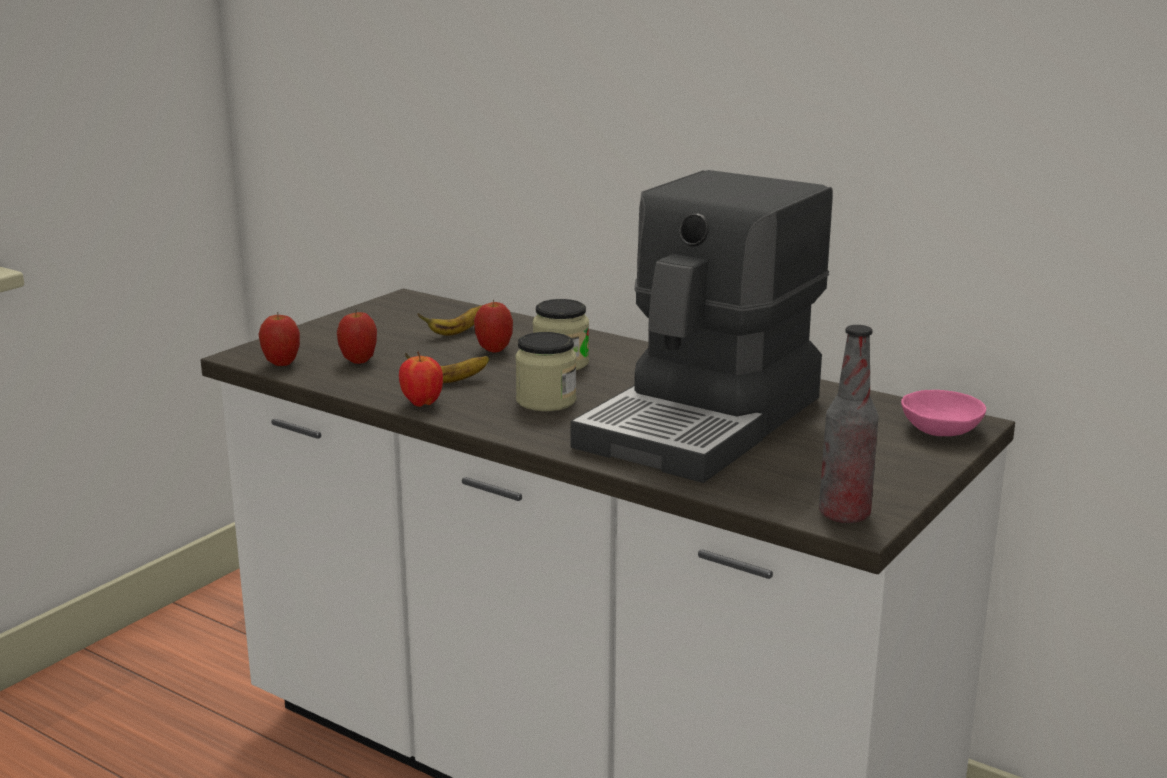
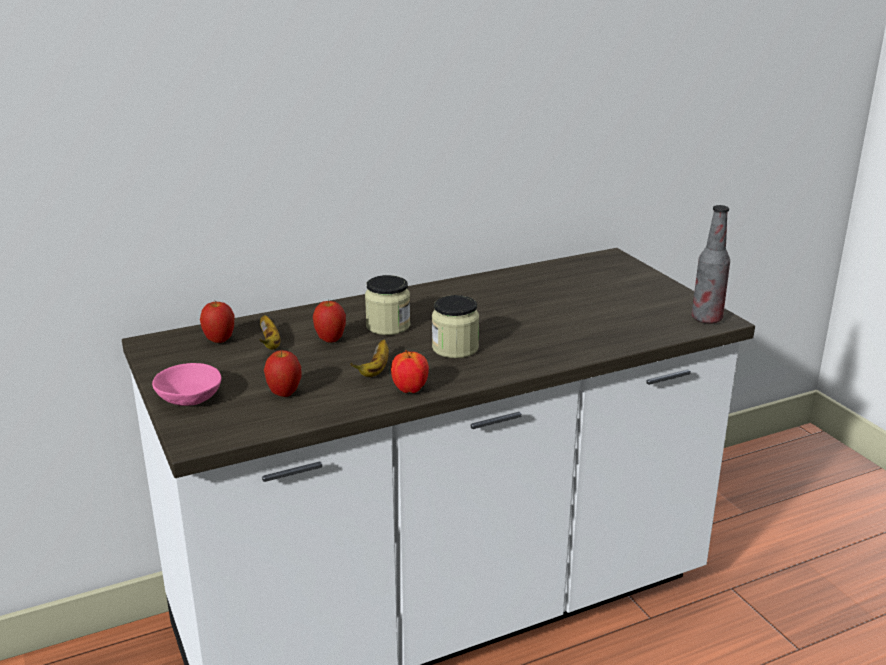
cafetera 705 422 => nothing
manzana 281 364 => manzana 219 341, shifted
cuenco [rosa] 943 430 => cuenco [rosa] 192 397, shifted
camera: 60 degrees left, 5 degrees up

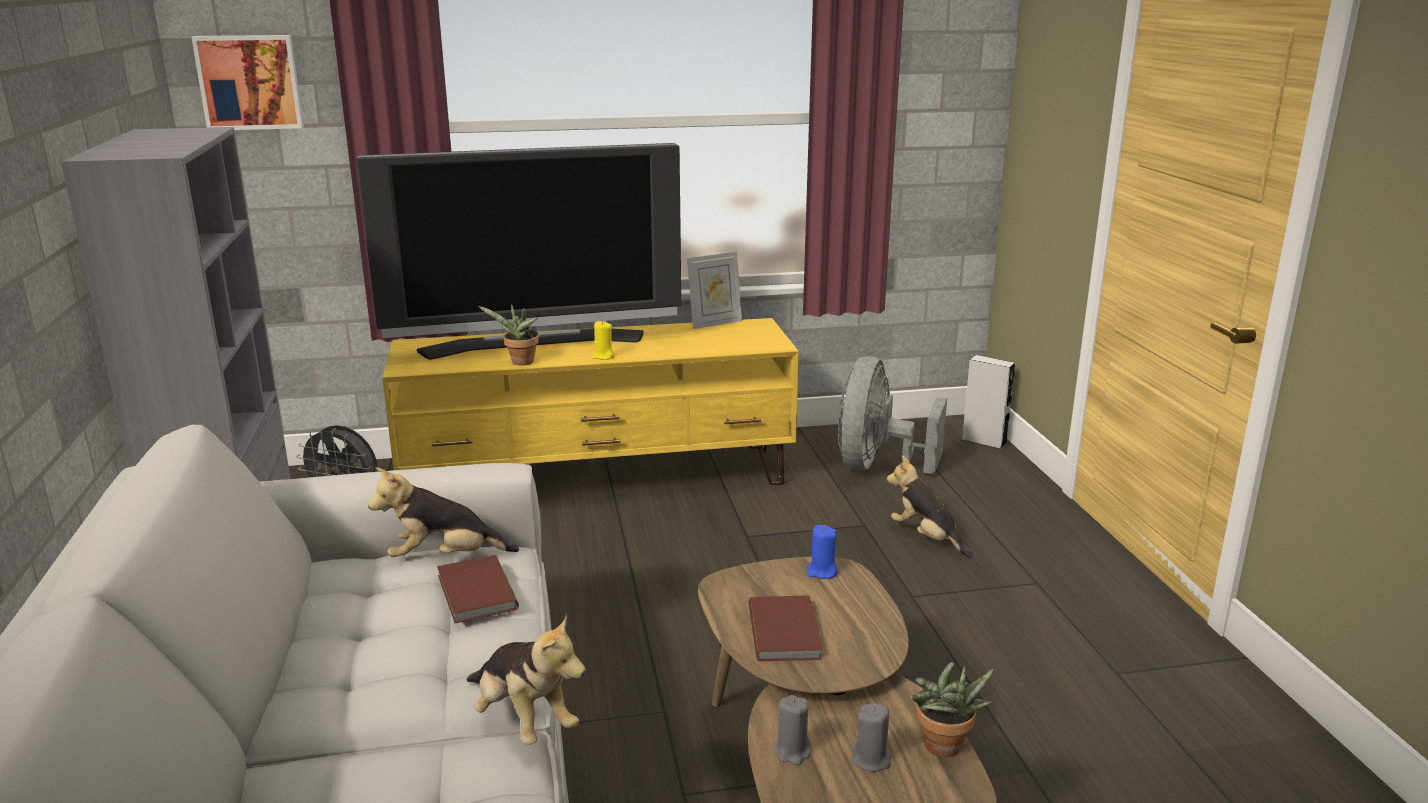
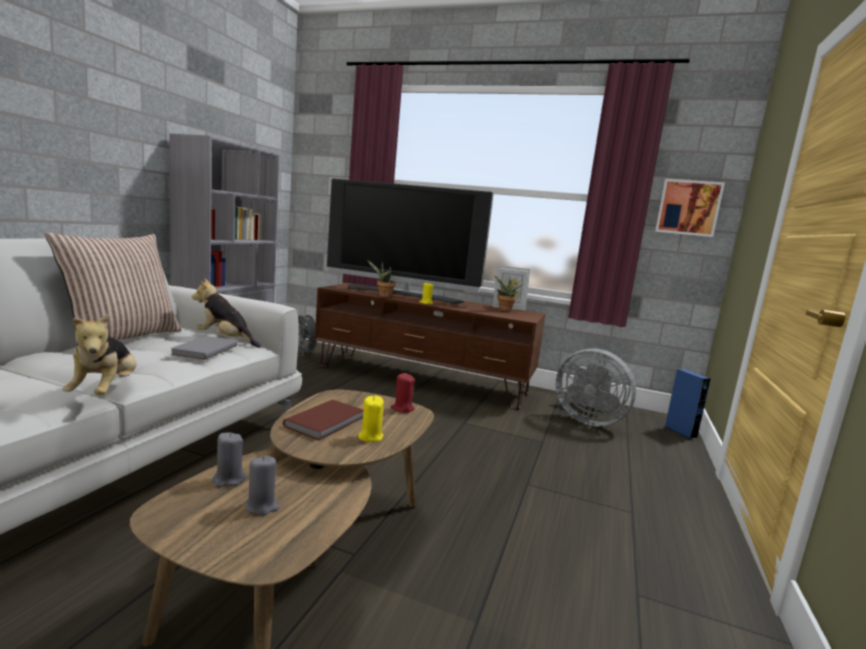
peluche 926 537 => nothing
nothing => cojín 122 337
nothing => vela [amarillo] 370 437
cuadro 250 82 => cuadro 688 208, shifted
planta en maceta 944 749 => planta en maceta 504 310, shifted
mueble de televisión [amarillo] 600 479 => mueble de televisión [marrón] 422 379
libro [marrón] 474 593 => libro [gris] 203 350
vela [azul] 822 572 => vela [rojo] 402 409
altavoz [gris] 984 442 => altavoz [azul] 680 432
ventilador [gris] 877 465 => ventilador [gris] 588 420, 105 degrees counterclockwise
camera: 30 degrees right, 10 degrees down

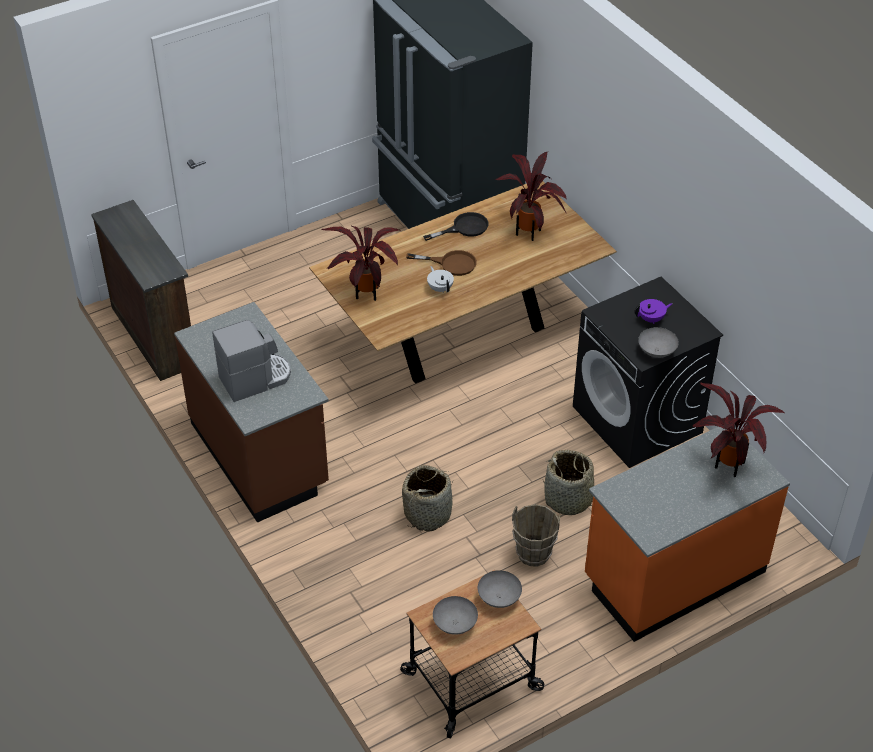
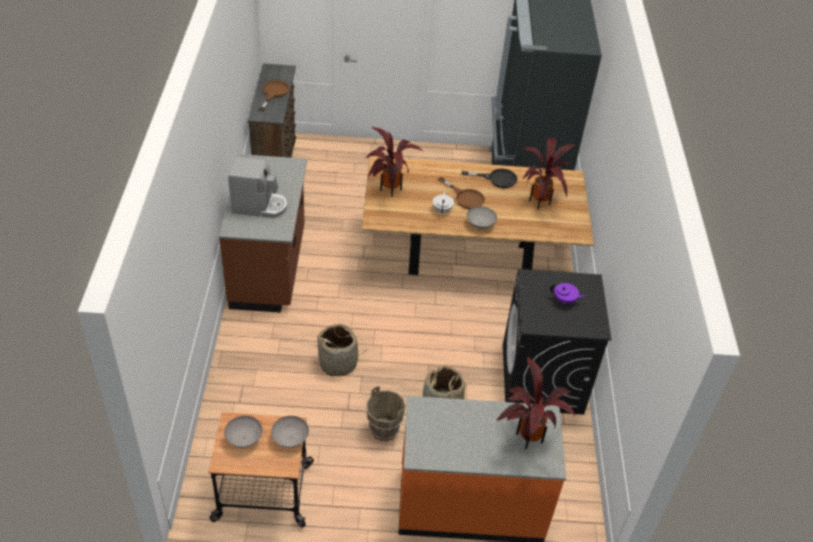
nothing => sartén [marrón] 274 93
cuenco [gris] 656 352 => cuenco [gris] 480 224, shifted
camera: 30 degrees right, 0 degrees up

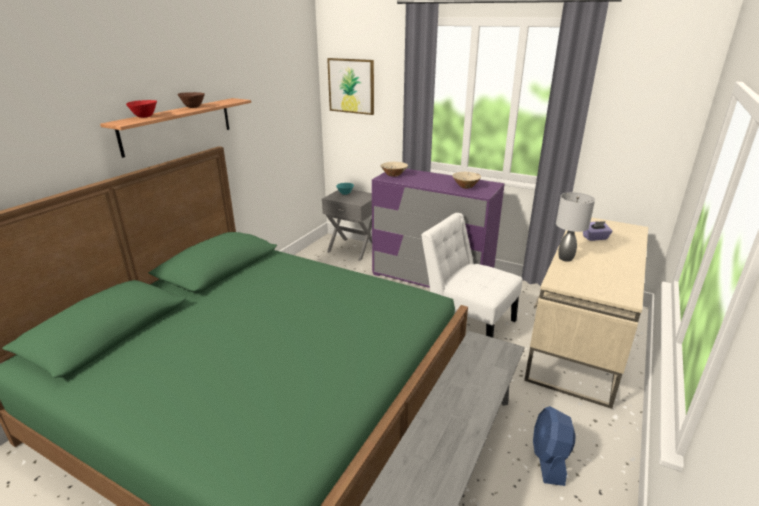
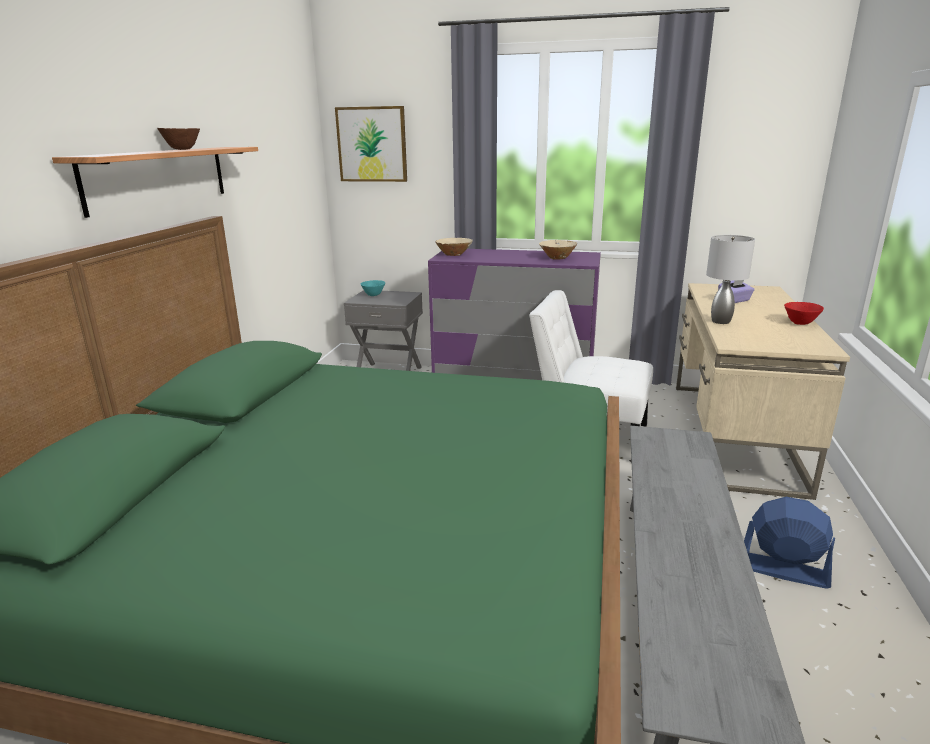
cuenco [rojo] 144 117 => cuenco [rojo] 800 323, shifted
ventilador [azul] 549 460 => ventilador [azul] 783 570, 120 degrees clockwise
camera: 15 degrees left, 5 degrees down

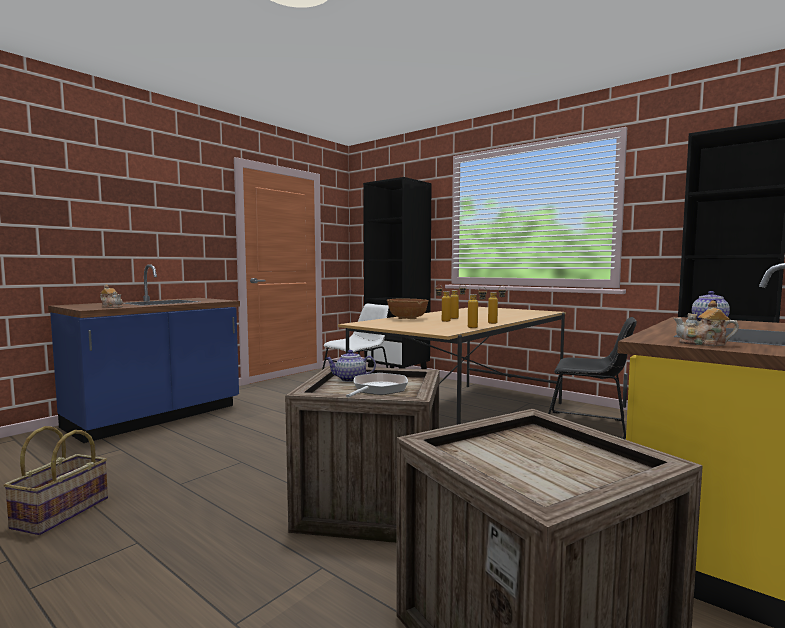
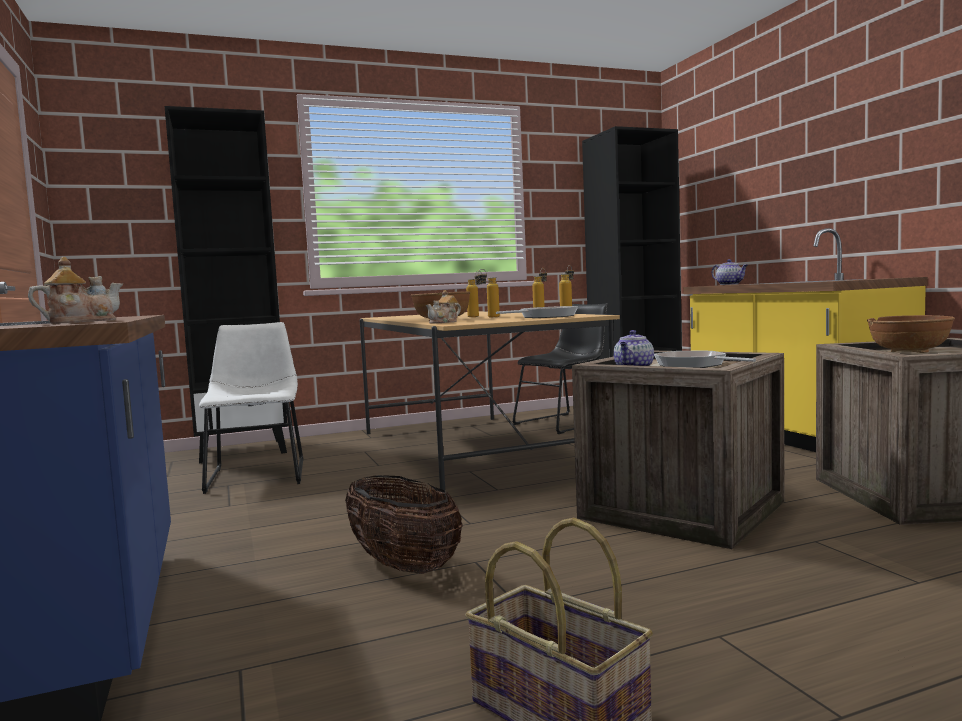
nothing => cesta 403 565
nothing => sartén 544 317
nothing => cuenco [marrón] 909 352
tetera 703 344 => tetera 444 322, shifted
camera: 60 degrees left, 0 degrees up

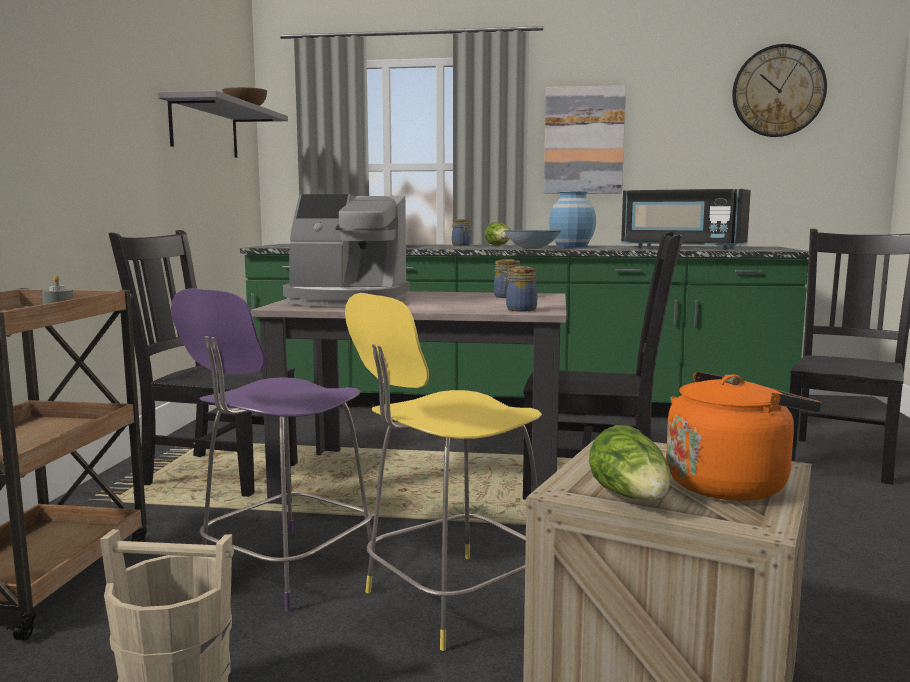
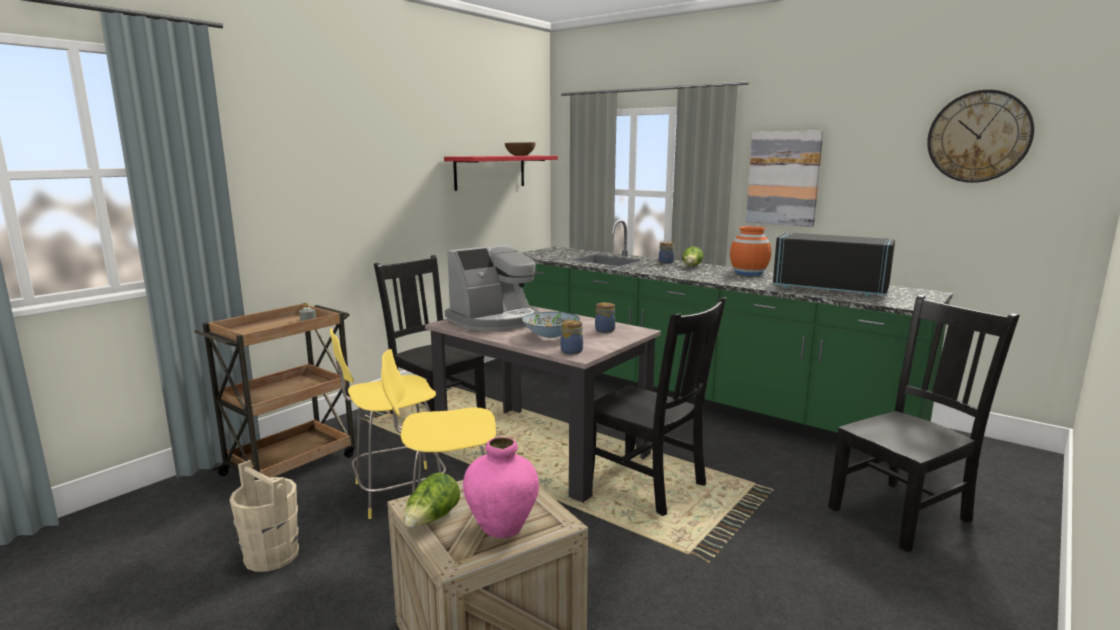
cuenco 532 248 => cuenco 551 335, shifted
hervidor [naranja] 730 484 => florero [rosa] 502 527
estante [gris] 204 129 => estante [rojo] 490 172
taburete [morado] 284 570 => taburete [amarillo] 395 492
florero [azul] 572 246 => florero [naranja] 749 273
cafetera 346 300 => cafetera 495 320, 75 degrees counterclockwise
microondas [negro] 682 248 => microondas [negro] 830 289, 150 degrees clockwise
camera: 30 degrees right, 5 degrees up

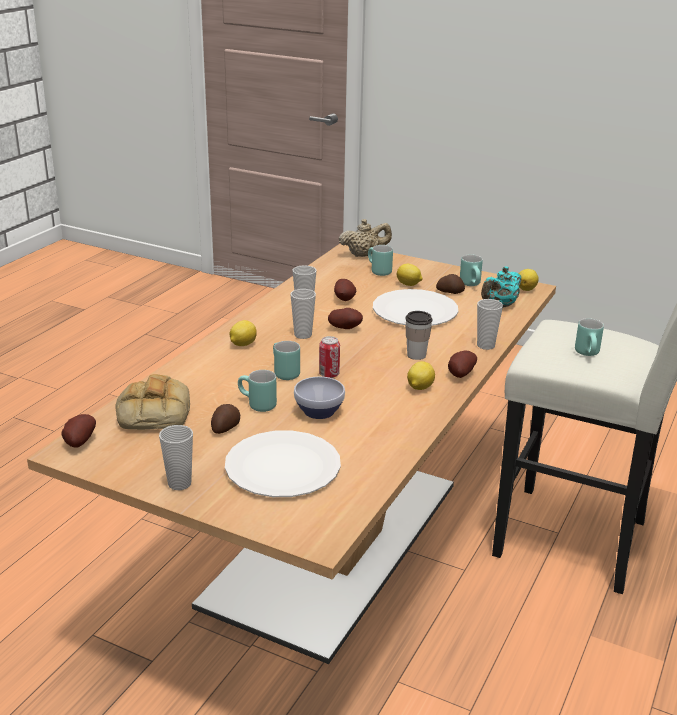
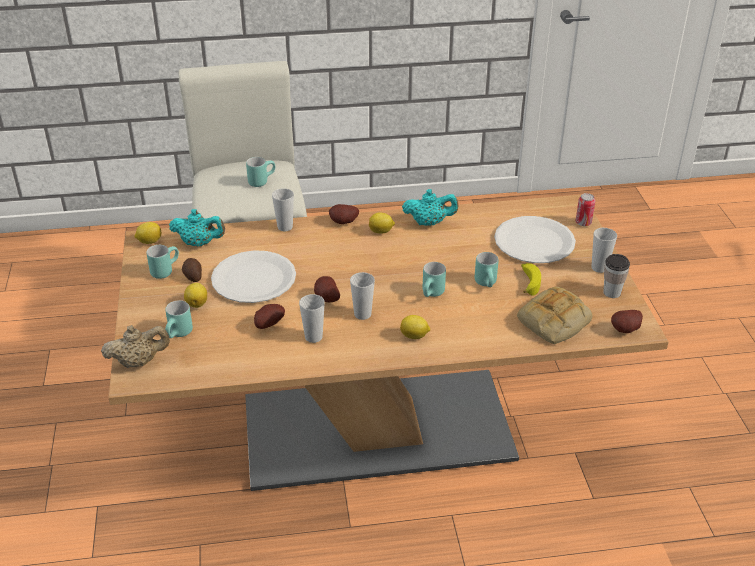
cuenco 318 411 => nothing
nothing => tetera [turquesa] 429 223
lata 329 374 => lata 583 223, shifted
taza 416 355 => taza 612 292, shifted
patata 225 427 => plátano 528 282
tetera [beis] 364 255 => tetera [beis] 139 362, 120 degrees clockwise
camera: 125 degrees left, 10 degrees up

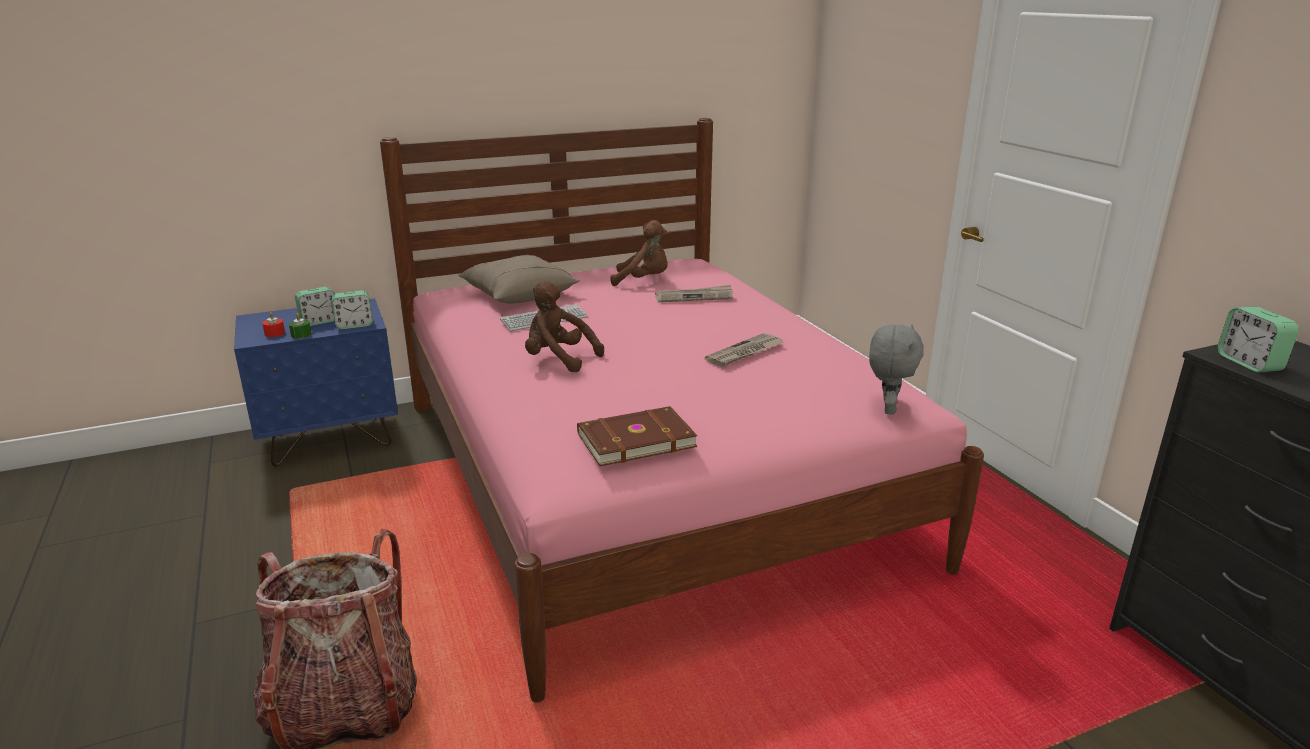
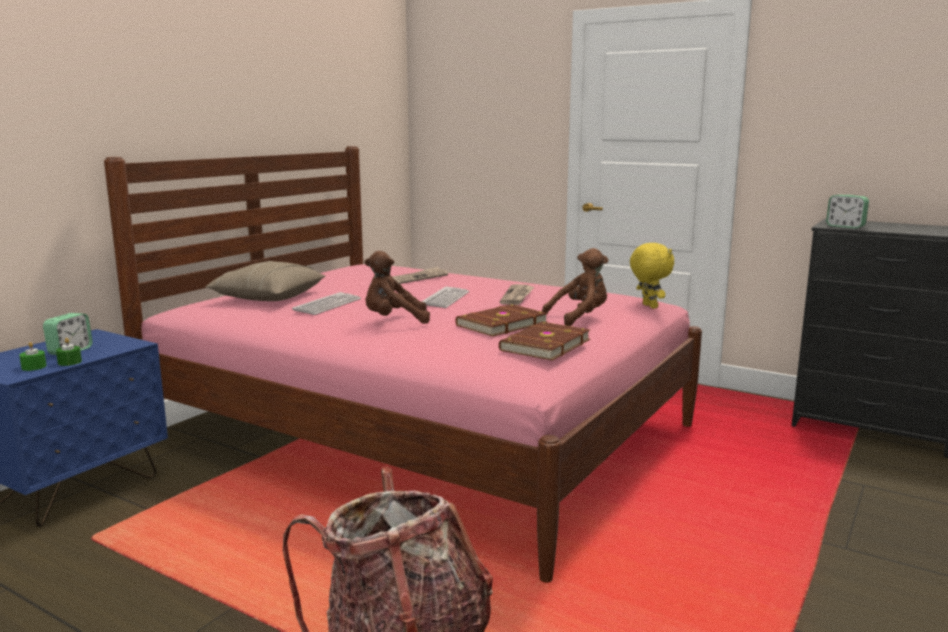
despertador 354 325 => nothing
nothing => teclado 445 299
nothing => libro [marrón] 500 324
peluche [marrón] 643 281 => peluche [marrón] 580 317, shifted
vela [rojo] 274 333 => vela [verde] 34 367
peluche [gris] 887 408 => peluche [amarillo] 648 306
camera: 35 degrees left, 10 degrees down

